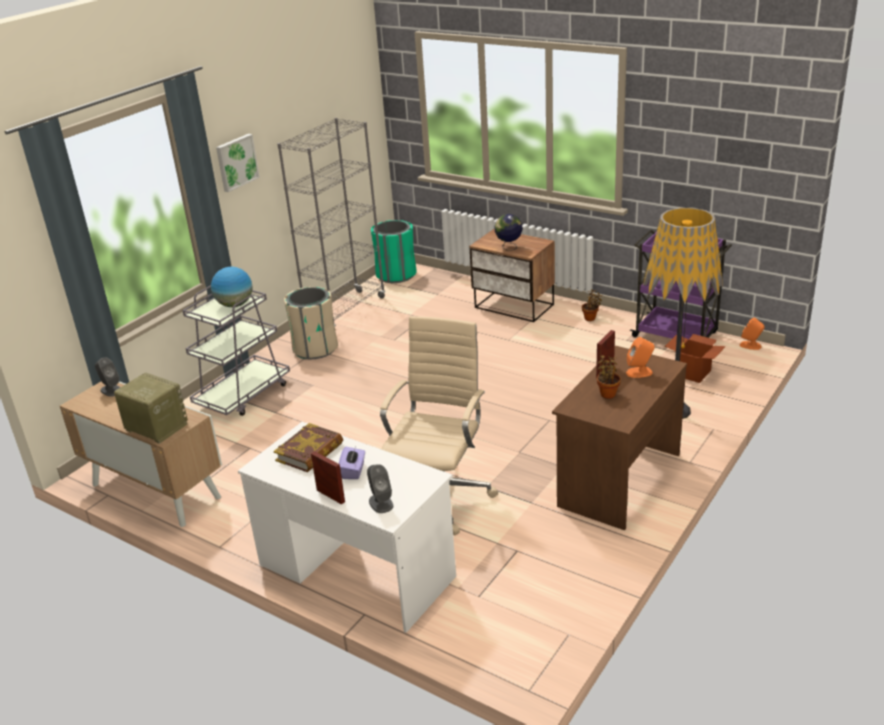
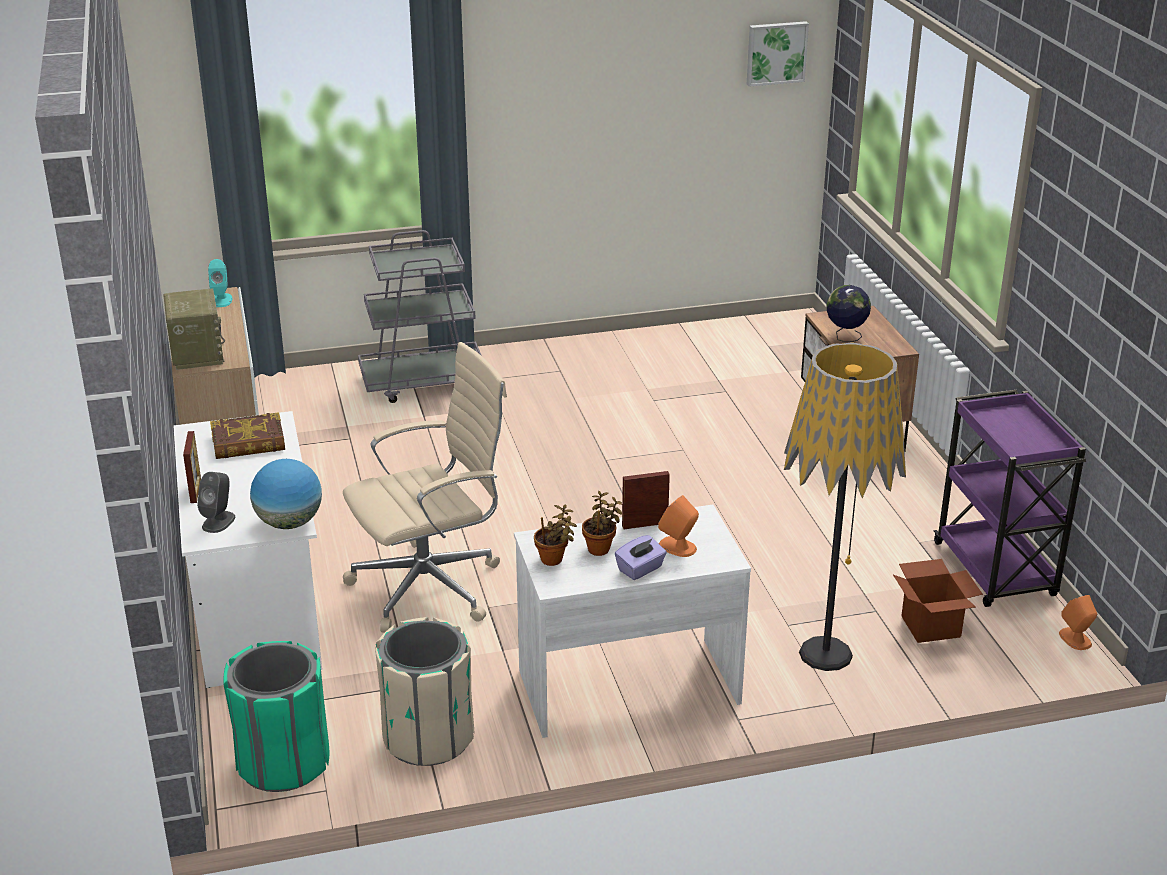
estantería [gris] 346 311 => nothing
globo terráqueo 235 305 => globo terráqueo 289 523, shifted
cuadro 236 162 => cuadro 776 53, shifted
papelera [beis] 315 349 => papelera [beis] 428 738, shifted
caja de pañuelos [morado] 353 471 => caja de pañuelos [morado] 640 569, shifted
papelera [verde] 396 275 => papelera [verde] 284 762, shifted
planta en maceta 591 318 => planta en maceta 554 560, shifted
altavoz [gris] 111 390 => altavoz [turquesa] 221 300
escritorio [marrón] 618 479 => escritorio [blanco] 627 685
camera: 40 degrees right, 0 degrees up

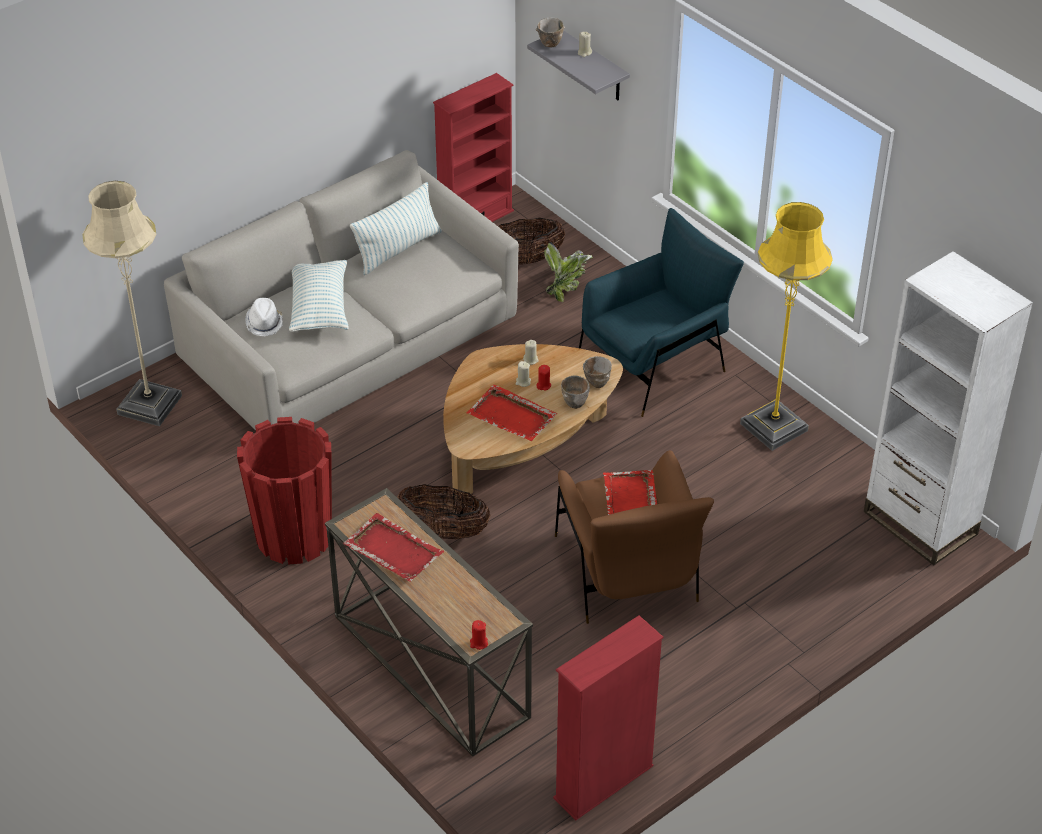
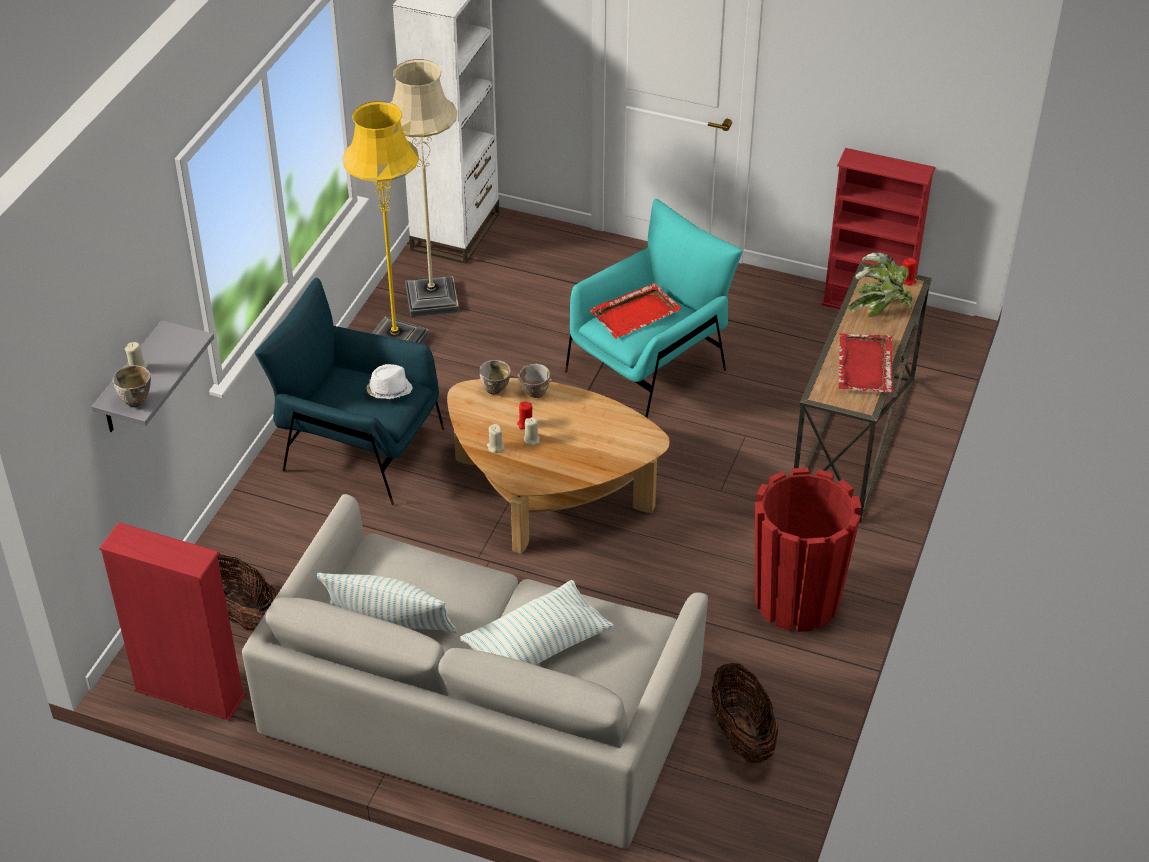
bandeja [rojo] 512 416 => nothing
lámpara de pie [beis] 150 405 => lámpara de pie [beis] 431 299, shifted
sombrero [blanco] 264 323 => sombrero [blanco] 388 391, shifted
cesta 443 531 => cesta 742 735, shifted
planta en maceta 566 288 => planta en maceta 880 308, shifted
sillón [marrón] 627 573 => sillón [turquesa] 649 368
camera: 120 degrees left, 0 degrees up

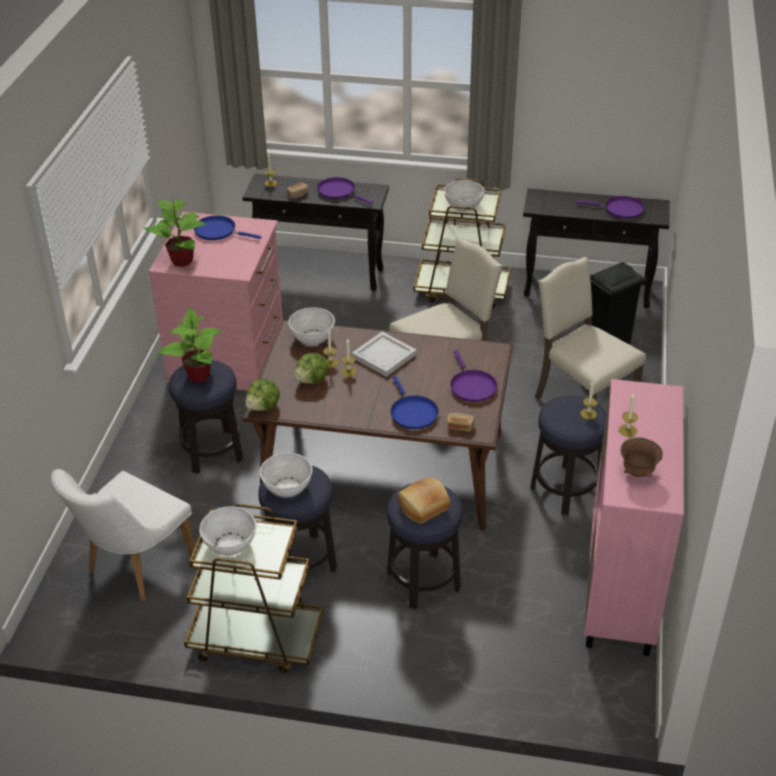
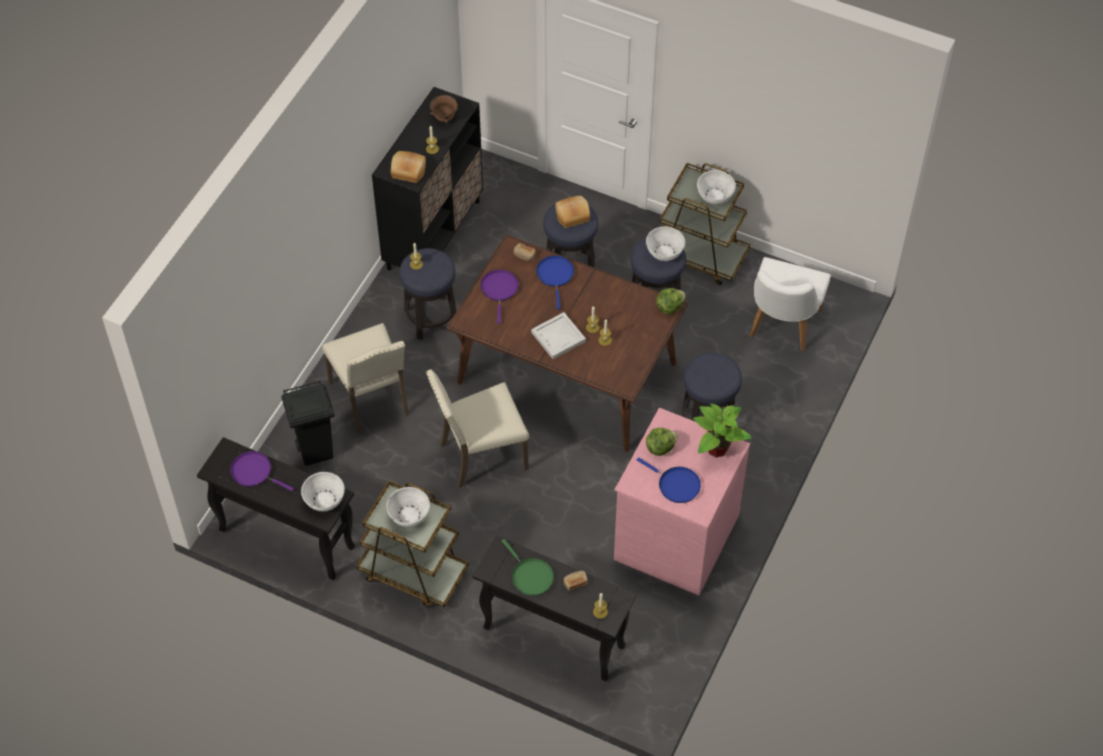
planta en maceta 198 375 => nothing
nothing => pan 408 172
cuenco [blanco] 312 337 => cuenco [blanco] 324 500, shifted
lechuga 312 380 => lechuga 660 447, shifted
sartén [morado] 338 192 => sartén [verde] 530 576
armario [rosa] 620 587 => armario [negro] 434 234
silla [blanco] 133 568 => silla [blanco] 781 328, 150 degrees clockwise
camera: 165 degrees left, 15 degrees up

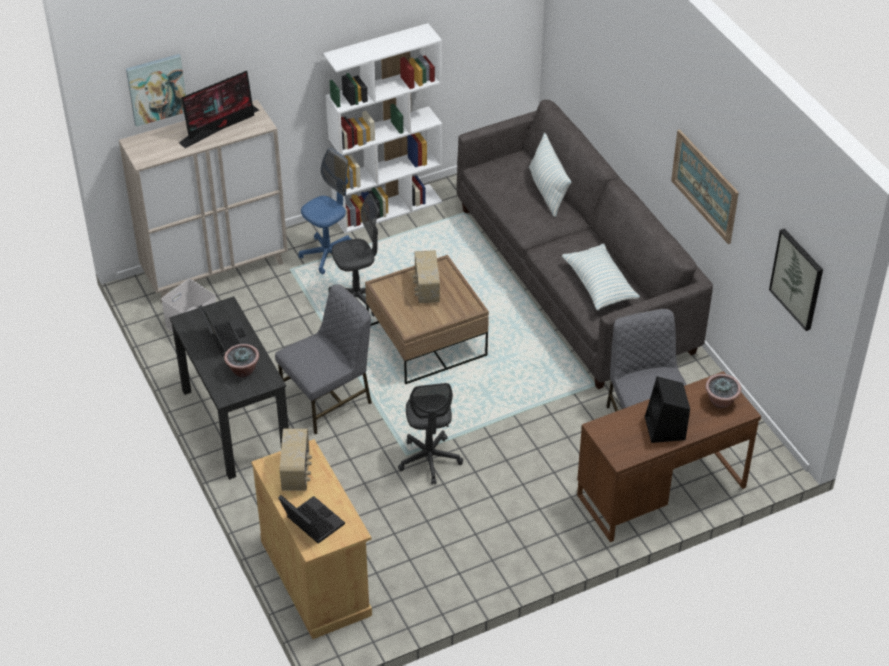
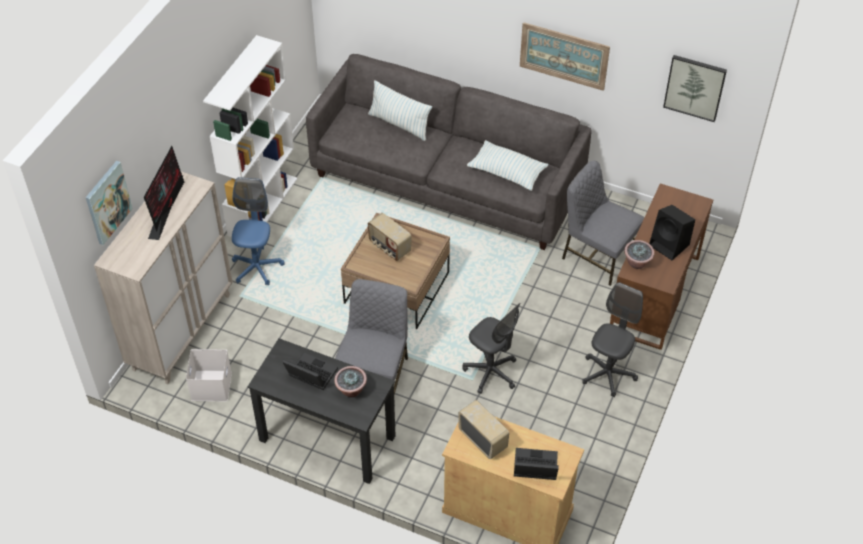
silla de oficina [gris] 358 299 => silla de oficina [gris] 608 374, shifted
planta en maceta 721 401 => planta en maceta 637 263, shifted
camera: 40 degrees left, 5 degrees up

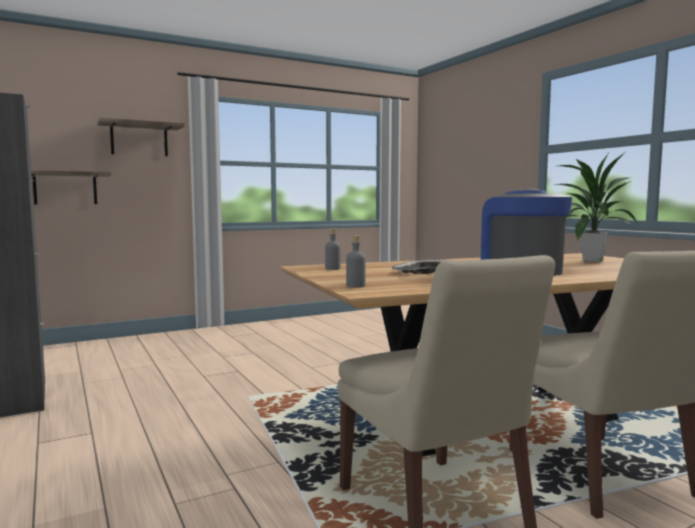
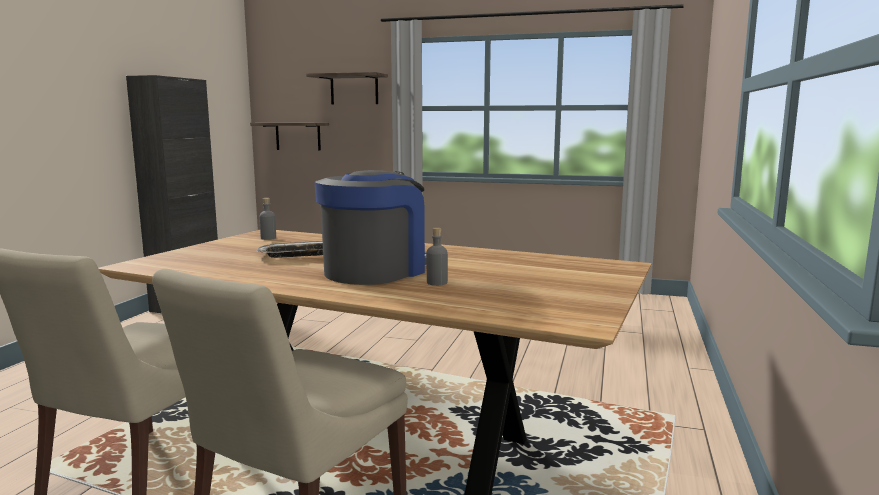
planta en maceta 591 260 => nothing
botella [gris] 355 286 => botella [gris] 437 283, shifted
camera: 45 degrees right, 5 degrees up

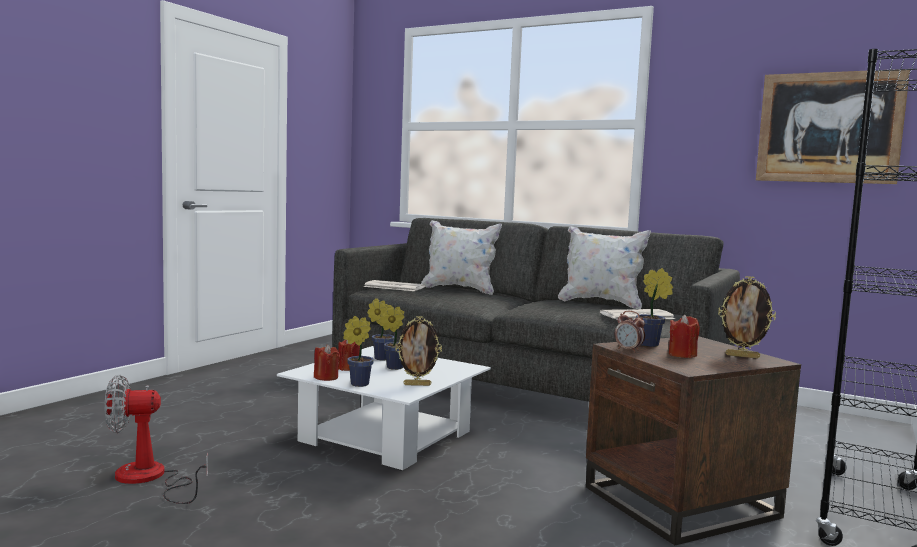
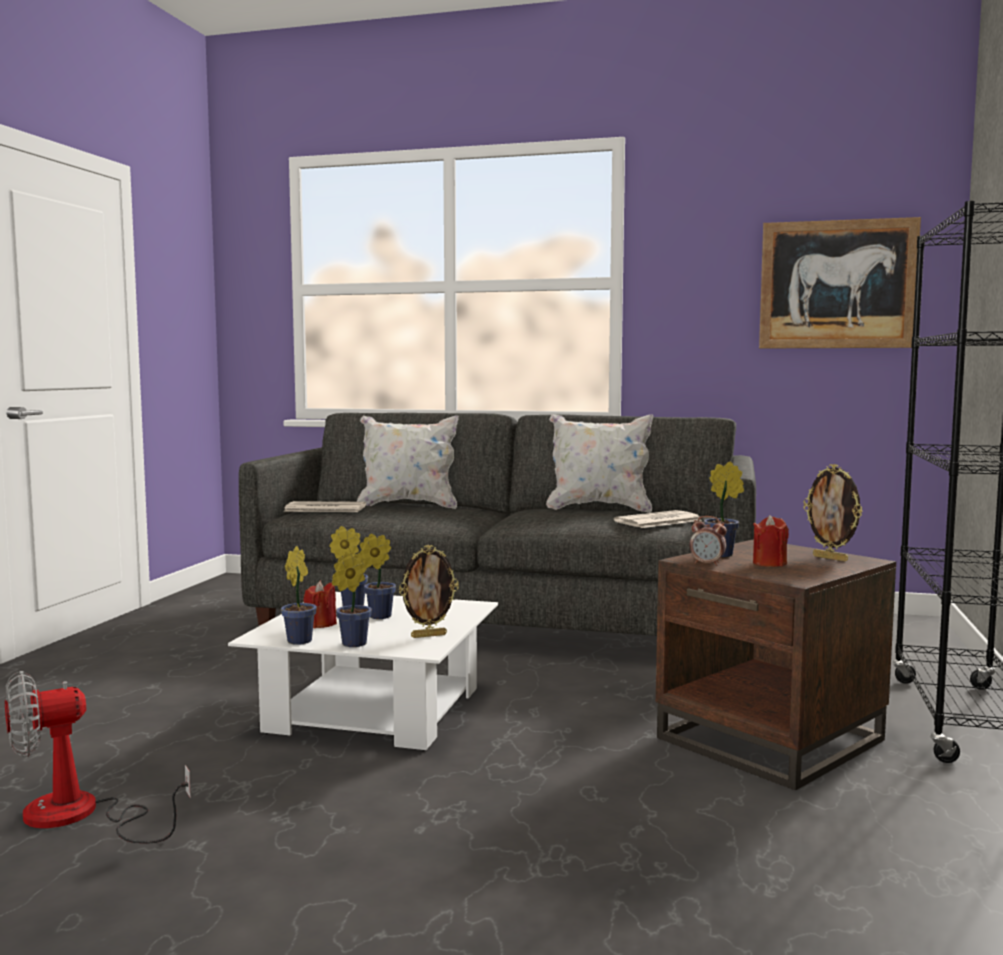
vela [rojo] 326 377 => planta en maceta 301 640
portarretratos 742 356 => portarretratos 831 558, 45 degrees clockwise
camera: 15 degrees left, 0 degrees up

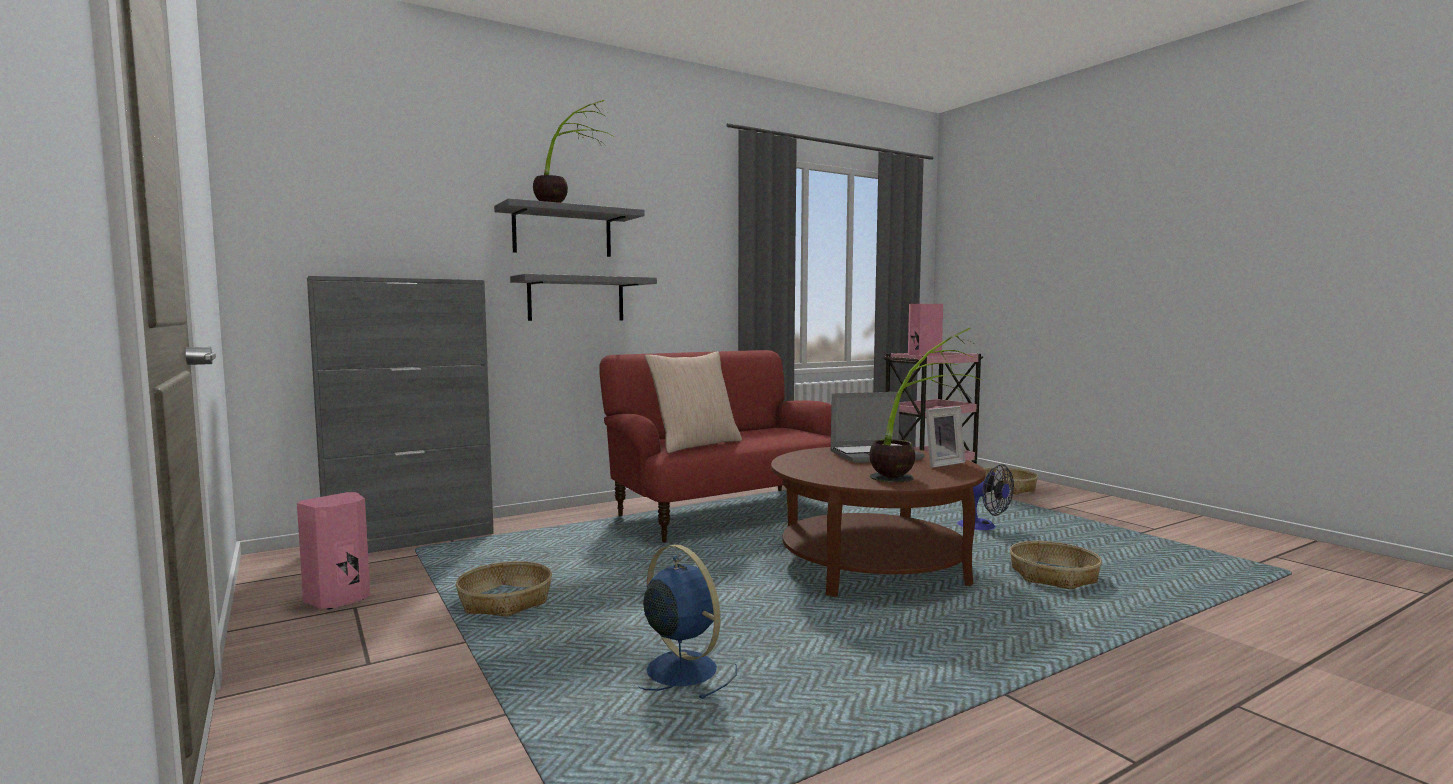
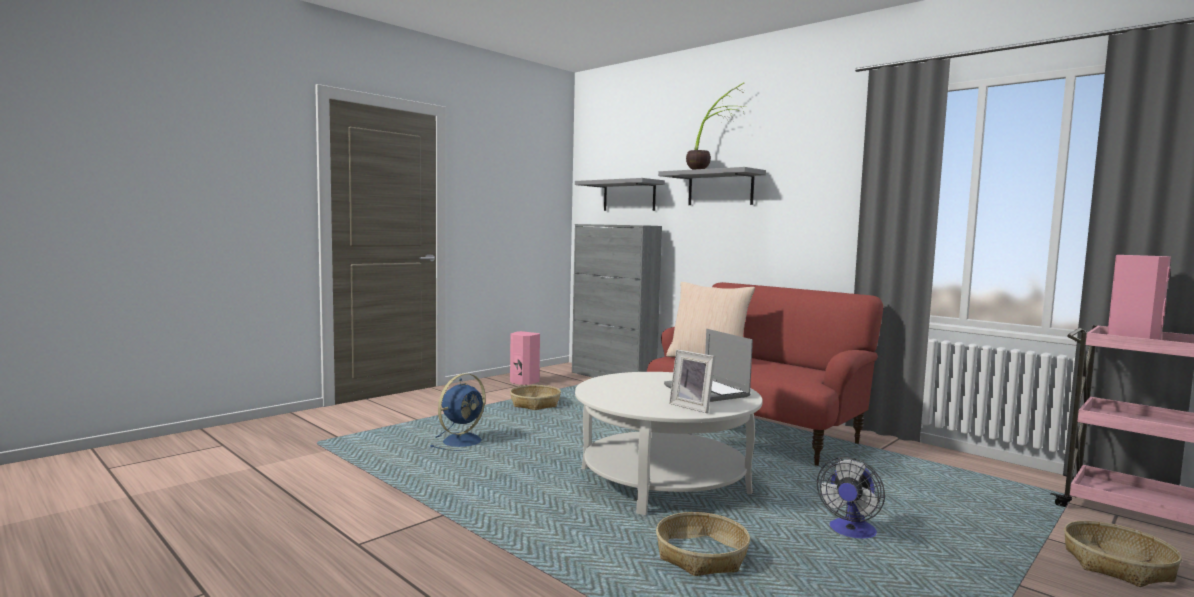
planta en maceta 916 476 => nothing
estante [gris] 576 299 => estante [gris] 629 196, shifted
mesa de centro [marrón] 872 566 => mesa de centro [blanco] 664 481
camera: 75 degrees right, 0 degrees up

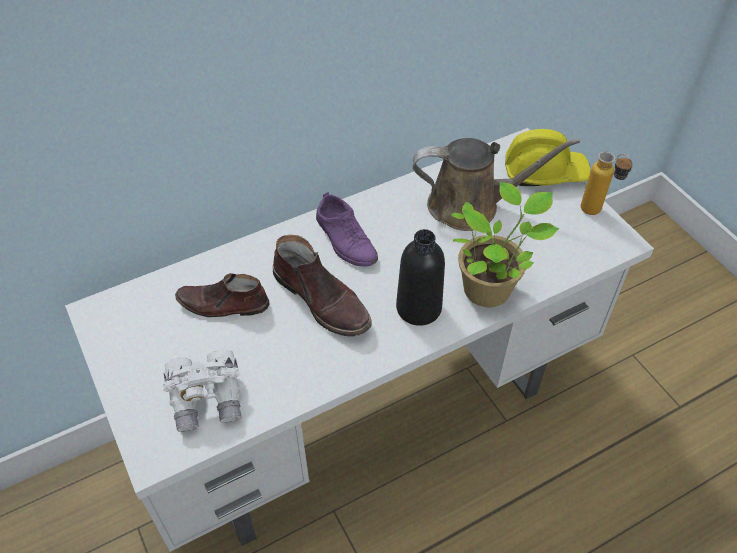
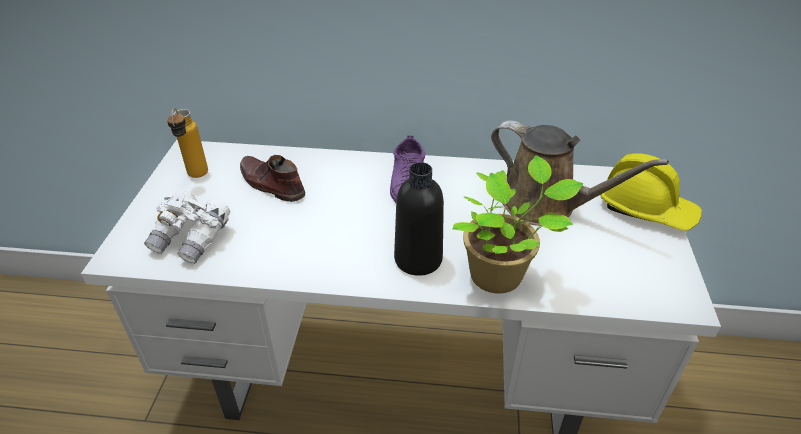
bota [marrón] 323 300 => nothing
botella 597 213 => botella 196 177, shifted
camera: 35 degrees right, 10 degrees down

